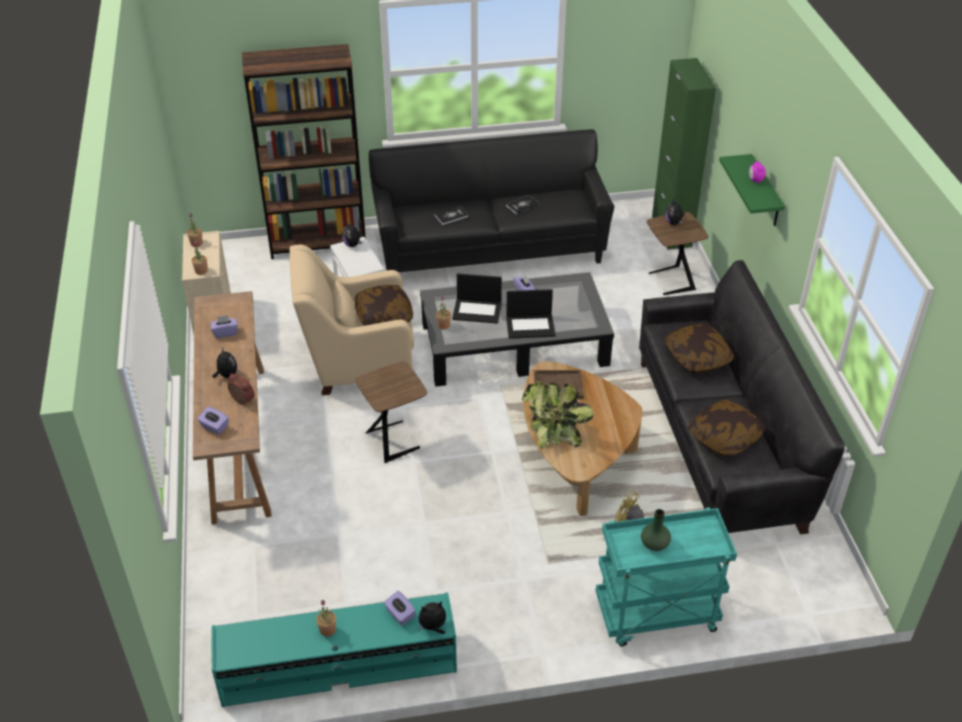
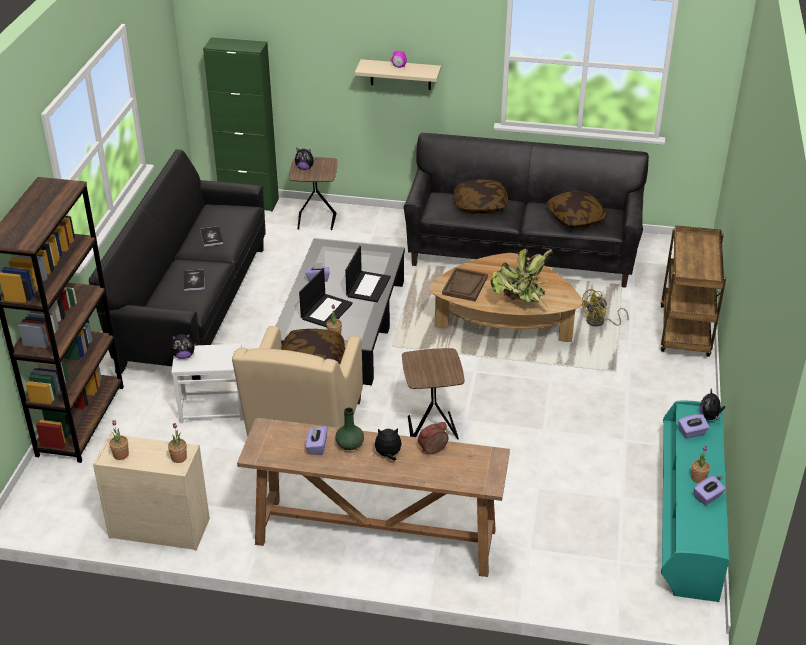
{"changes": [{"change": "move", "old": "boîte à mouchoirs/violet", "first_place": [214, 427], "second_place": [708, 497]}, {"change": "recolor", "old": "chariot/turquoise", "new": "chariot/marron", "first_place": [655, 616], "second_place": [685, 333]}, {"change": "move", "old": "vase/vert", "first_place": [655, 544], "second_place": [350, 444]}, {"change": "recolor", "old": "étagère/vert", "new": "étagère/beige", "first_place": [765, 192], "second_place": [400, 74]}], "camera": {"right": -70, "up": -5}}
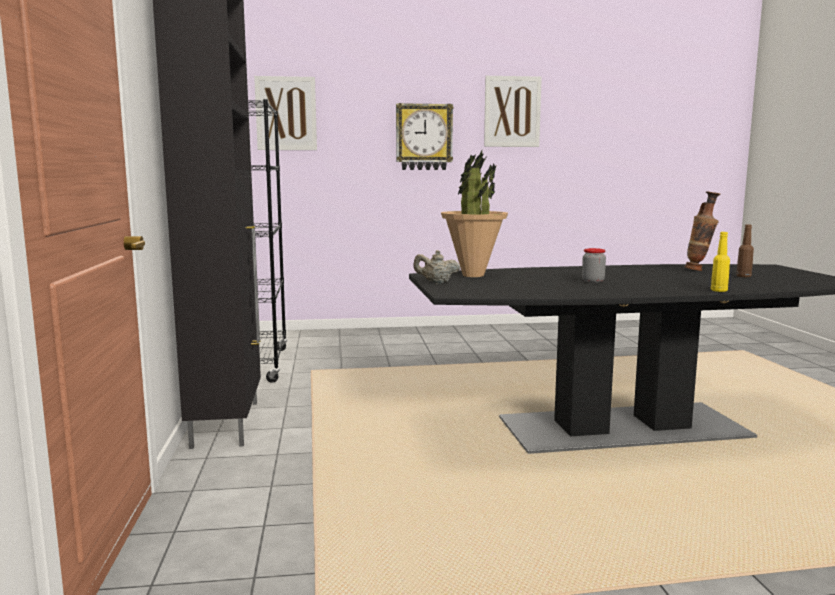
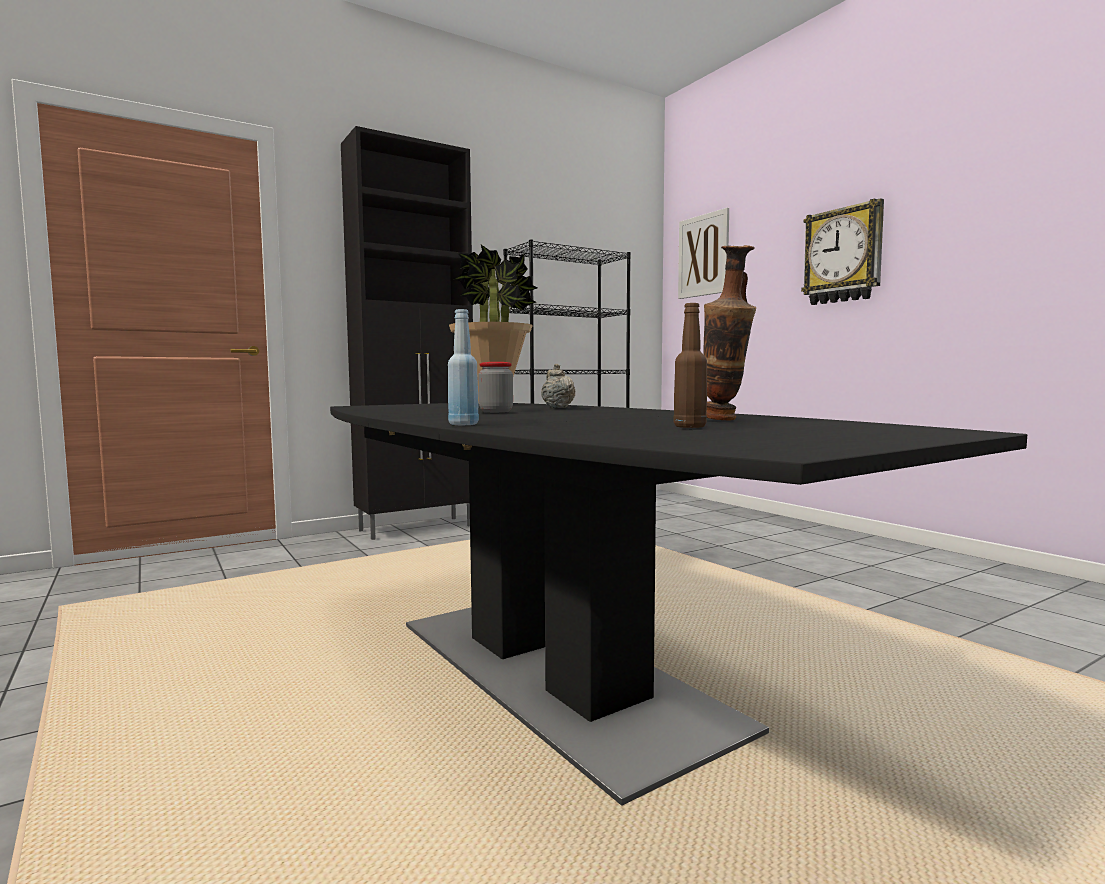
{"changes": [{"change": "move", "old": "théière/beige", "first_place": [436, 282], "second_place": [557, 407]}, {"change": "delete", "old": "tableau", "first_place": [512, 112]}, {"change": "recolor", "old": "bouteille/jaune", "new": "bouteille/bleu", "first_place": [719, 291], "second_place": [463, 424]}], "camera": {"right": 65, "up": -5}}
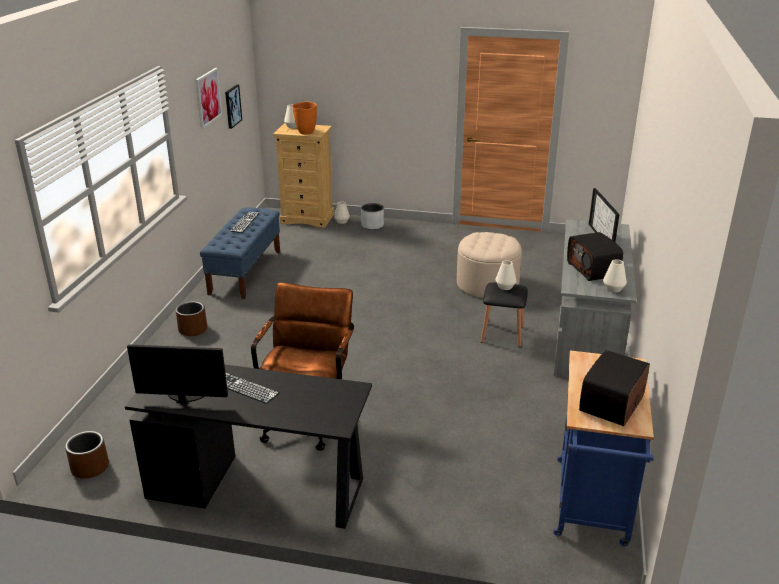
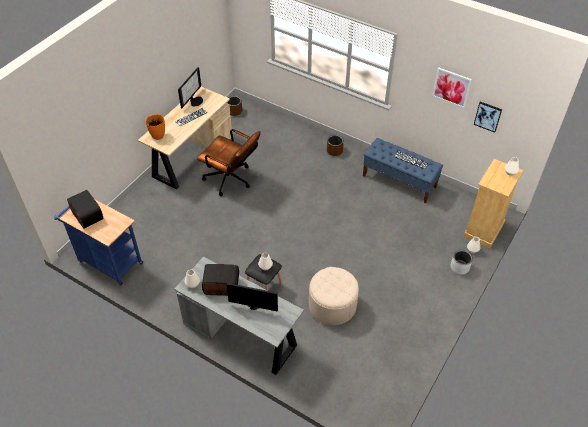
{"changes": [{"change": "recolor", "old": "bureau/noir", "new": "bureau/beige", "first_place": [260, 488], "second_place": [191, 157]}, {"change": "move", "old": "vase/orange", "first_place": [306, 132], "second_place": [158, 136]}], "camera": {"right": 110, "up": 20}}
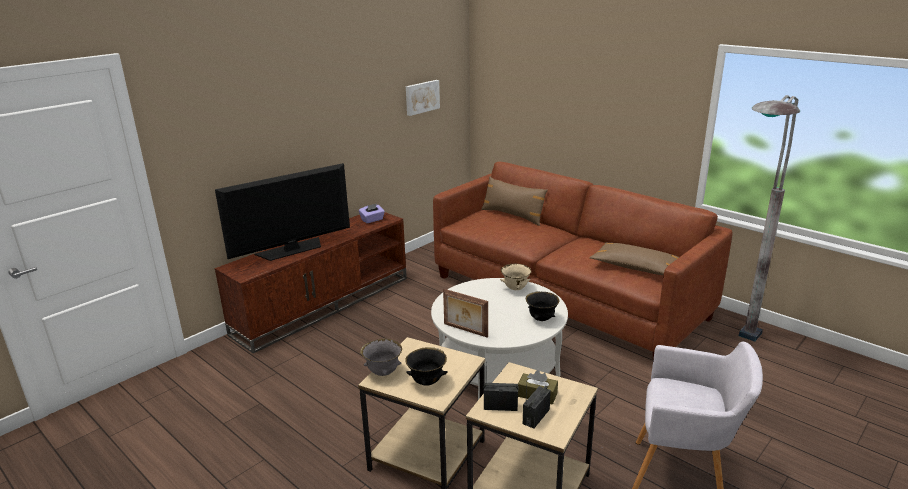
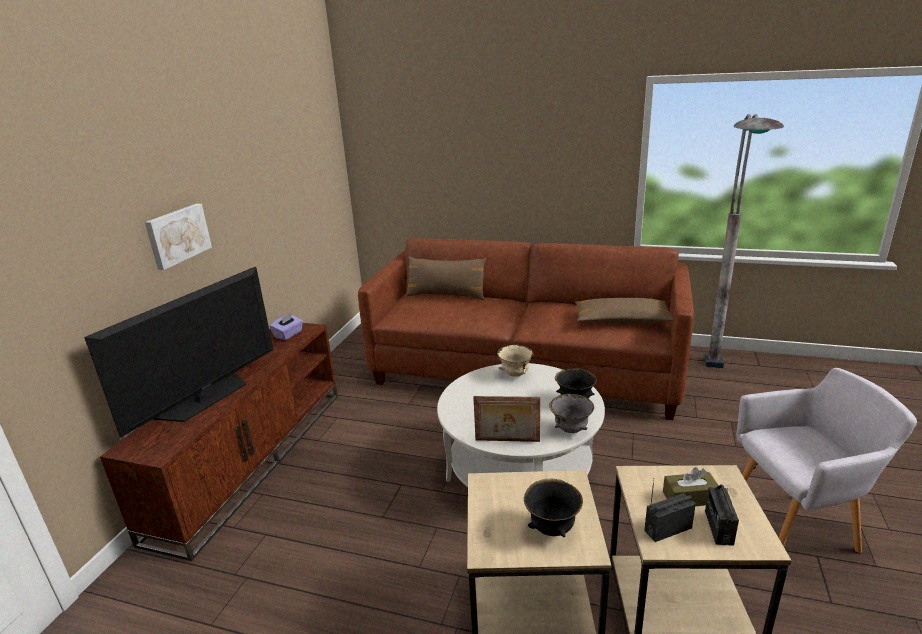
{"changes": [{"change": "move", "old": "bol/gris", "first_place": [383, 372], "second_place": [570, 429]}, {"change": "move", "old": "tableau", "first_place": [421, 97], "second_place": [177, 235]}], "camera": {"right": -25, "up": 0}}
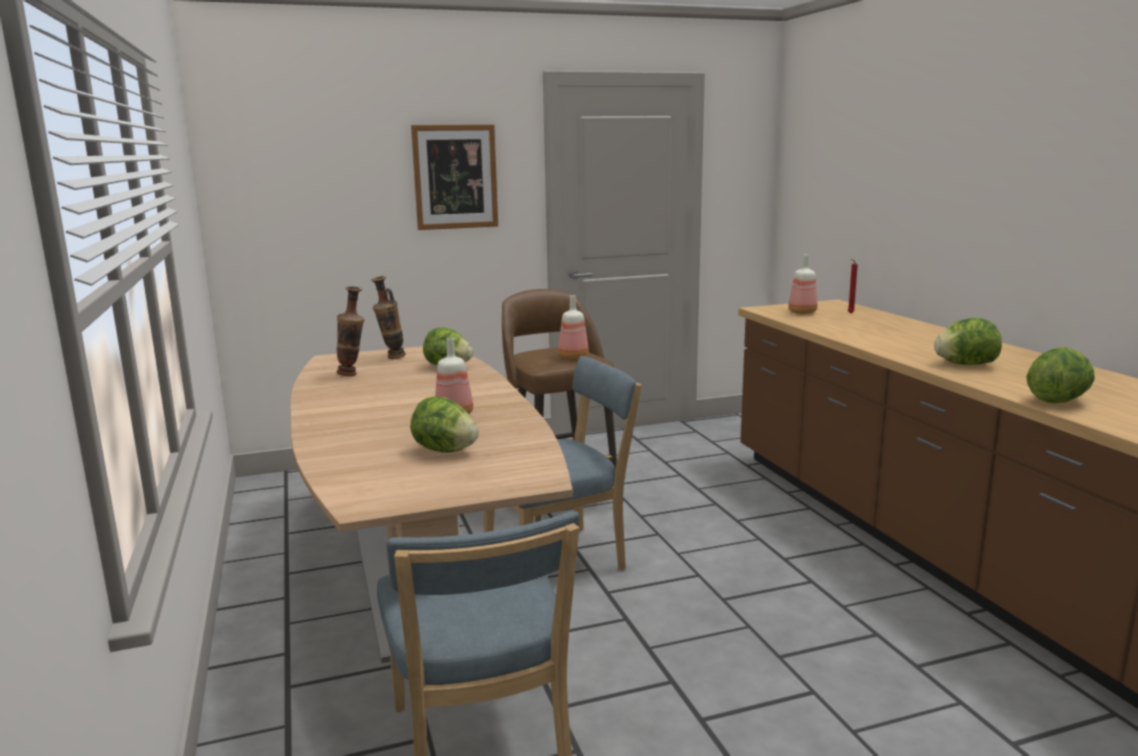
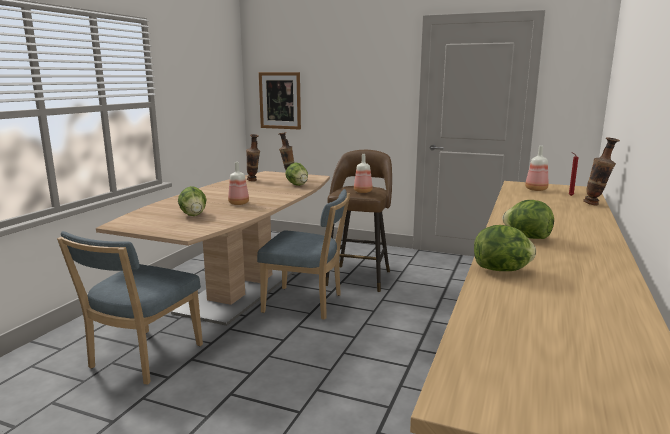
{"changes": [{"change": "move", "old": "tableau", "first_place": [455, 177], "second_place": [280, 100]}, {"change": "insert", "new": "vase", "second_place": [596, 205]}], "camera": {"right": 40, "up": 0}}
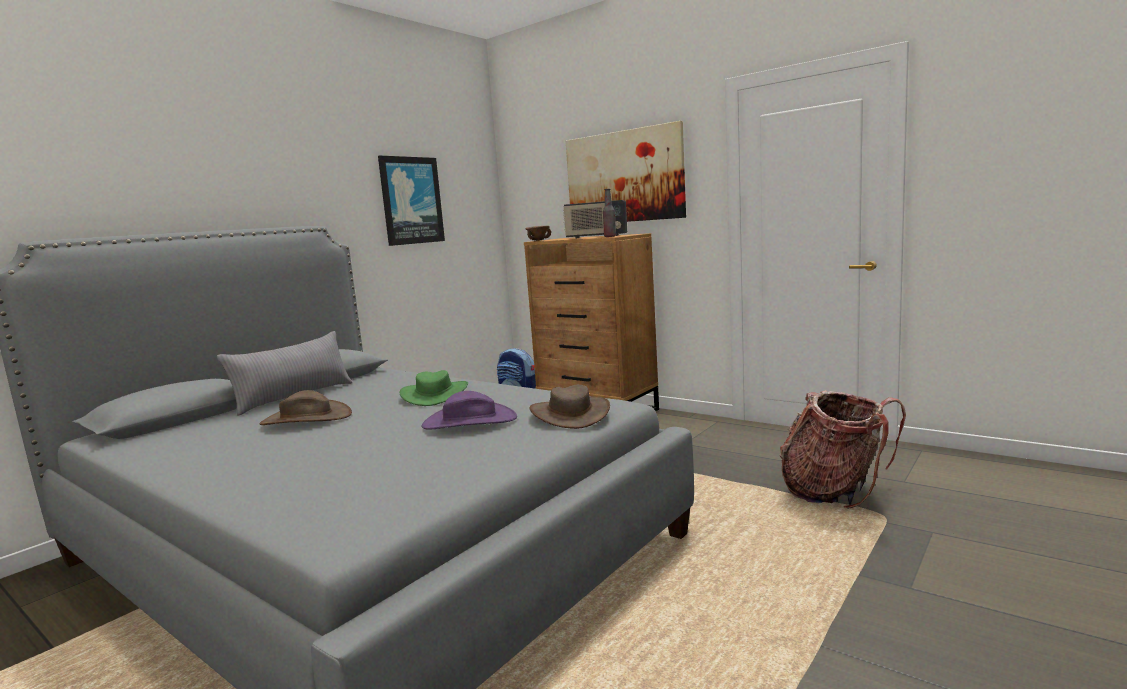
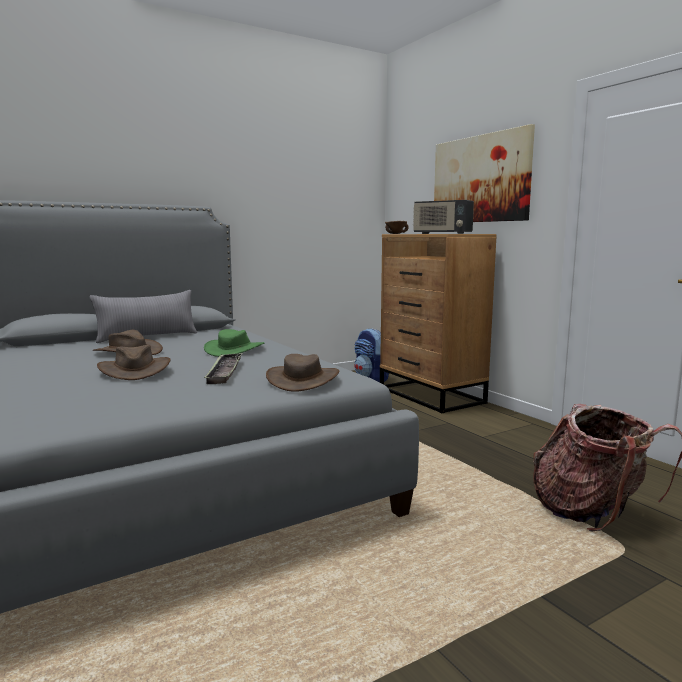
{"changes": [{"change": "delete", "old": "tableau", "first_place": [411, 200]}, {"change": "replace", "old": "chapeau/violet", "new": "plateau", "first_place": [469, 421], "second_place": [225, 372]}, {"change": "delete", "old": "bouteille", "first_place": [610, 236]}, {"change": "insert", "new": "chapeau/marron", "second_place": [134, 370]}], "camera": {"right": 20, "up": 0}}
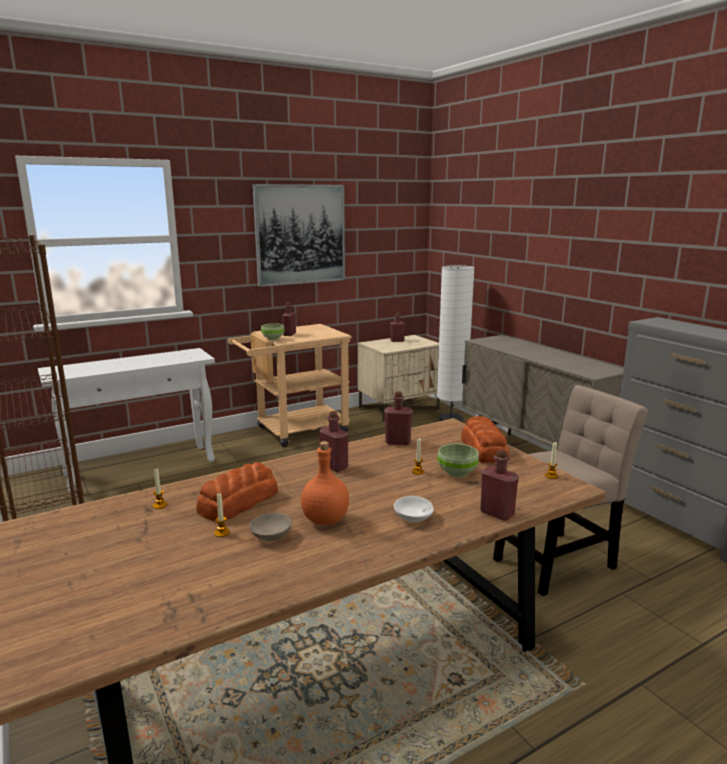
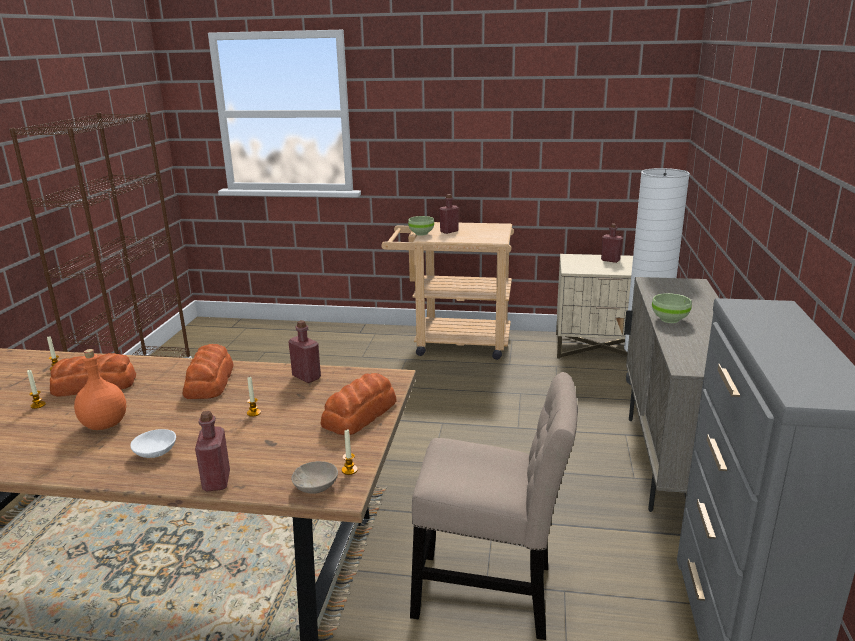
{"changes": [{"change": "delete", "old": "table console/blanc", "first_place": [142, 467]}, {"change": "move", "old": "bol/beige", "first_place": [272, 535], "second_place": [317, 487]}, {"change": "delete", "old": "tableau", "first_place": [300, 234]}, {"change": "replace", "old": "bouteille/rouge", "new": "pain", "first_place": [334, 466], "second_place": [210, 381]}, {"change": "move", "old": "bol/vert", "first_place": [457, 473], "second_place": [669, 320]}], "camera": {"right": 40, "up": 5}}
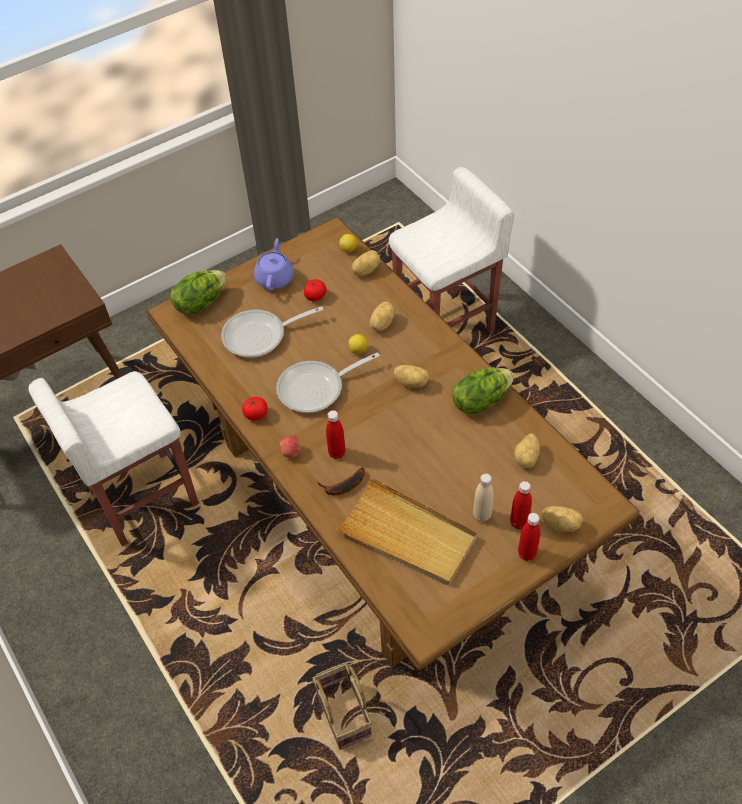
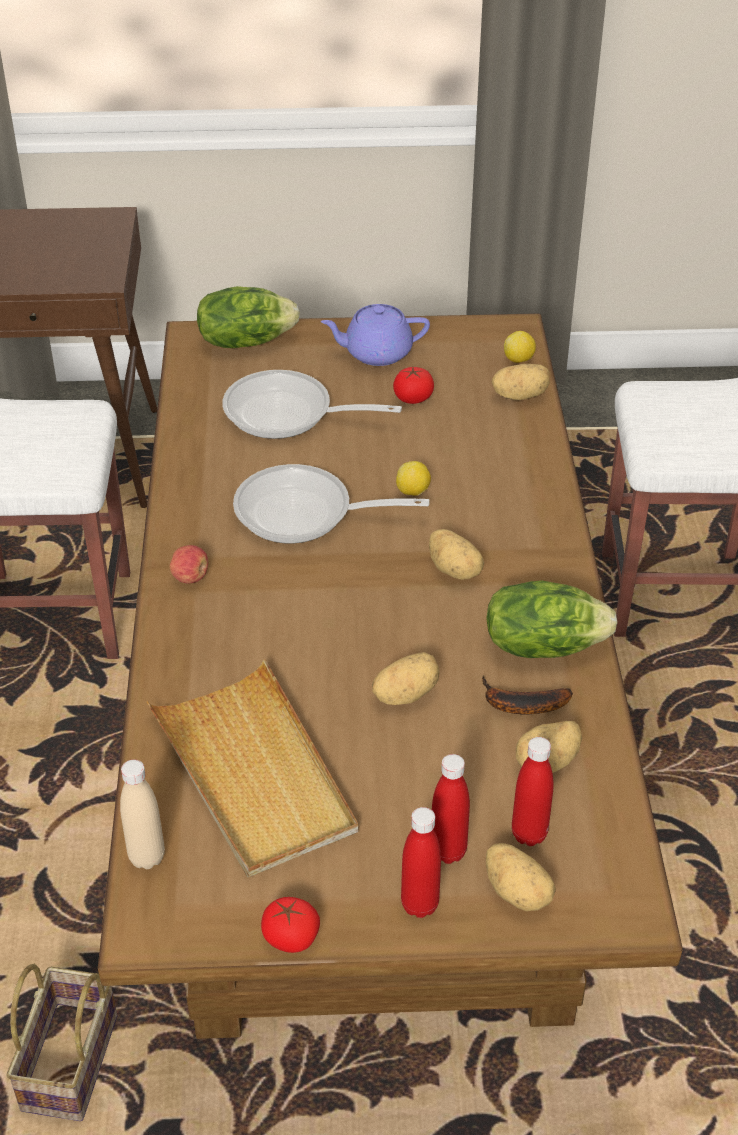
{"changes": [{"change": "move", "old": "tomate", "first_place": [256, 415], "second_place": [290, 938]}, {"change": "rotate", "old": "théière/violet", "first_place": [275, 278], "second_place": [376, 353], "degrees": -135}, {"change": "move", "old": "banane", "first_place": [342, 487], "second_place": [520, 705]}, {"change": "move", "old": "bouteille/rouge", "first_place": [337, 453], "second_place": [529, 834]}, {"change": "move", "old": "pomme de terre", "first_place": [381, 323], "second_place": [404, 693]}, {"change": "move", "old": "bouteille/beige", "first_place": [482, 515], "second_place": [147, 857]}], "camera": {"right": 30, "up": -10}}
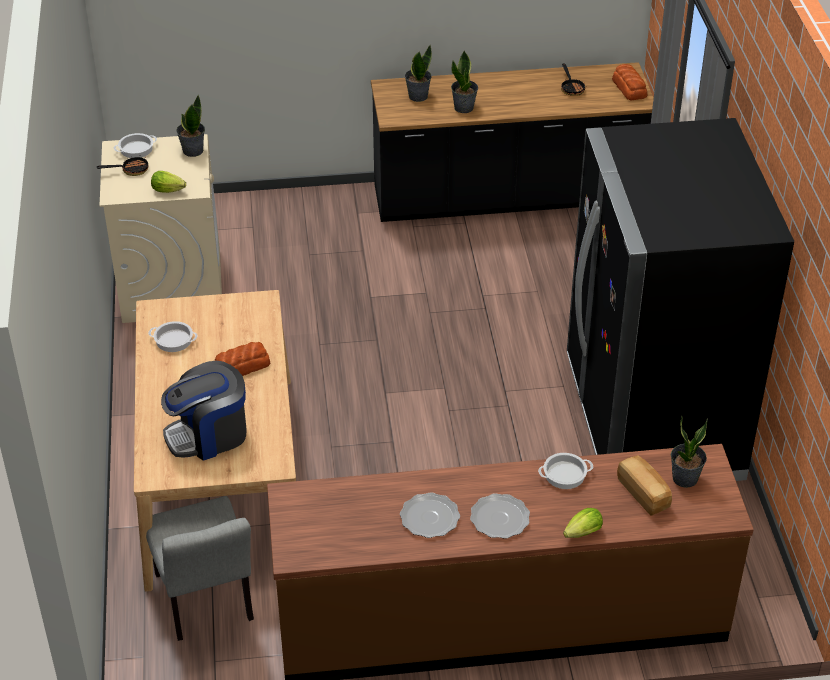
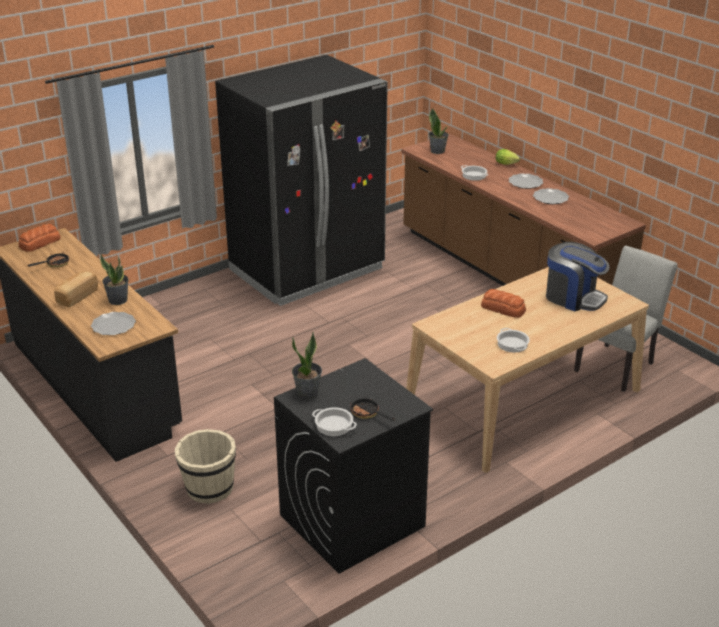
{"changes": [{"change": "recolor", "old": "lave-linge/beige", "new": "lave-linge/noir", "first_place": [171, 284], "second_place": [351, 521]}, {"change": "delete", "old": "laitue", "first_place": [170, 191]}, {"change": "replace", "old": "plante en pot", "new": "assiette", "first_place": [417, 96], "second_place": [113, 325]}, {"change": "move", "old": "pain", "first_place": [644, 493], "second_place": [76, 296]}, {"change": "insert", "new": "seau/beige", "second_place": [209, 488]}], "camera": {"right": -120, "up": -10}}
